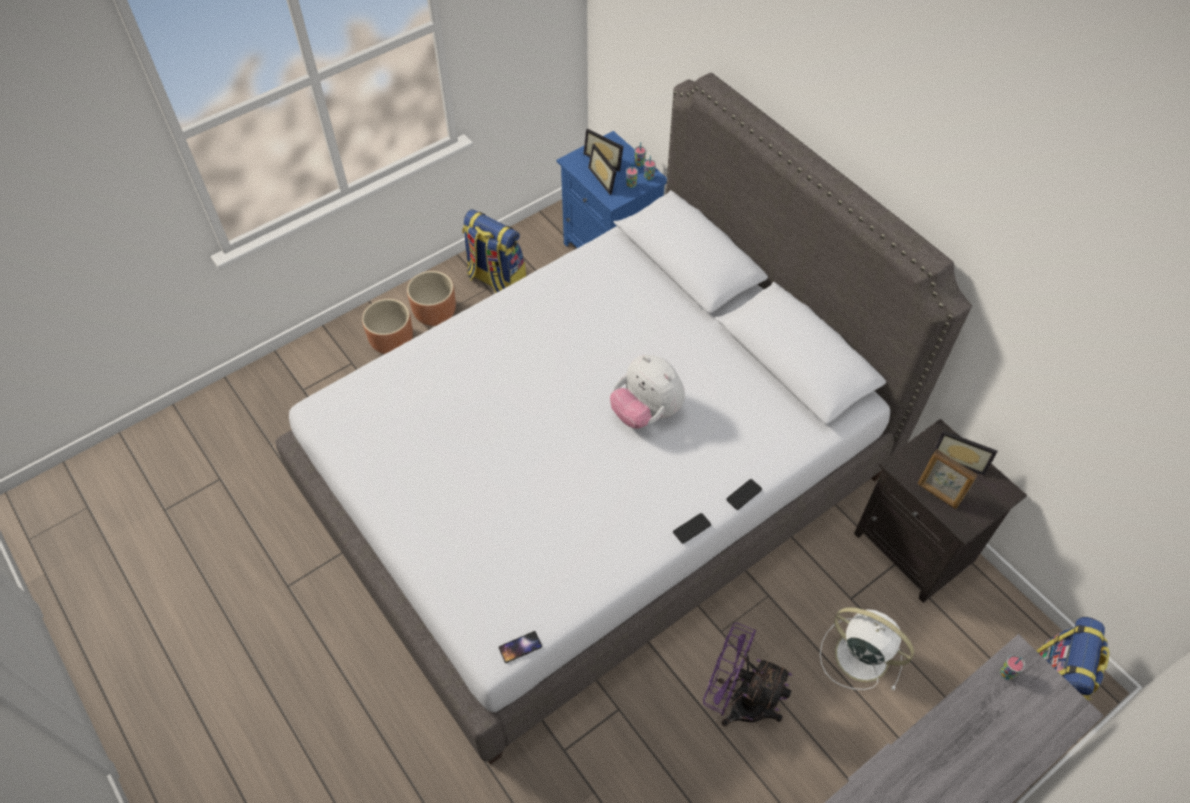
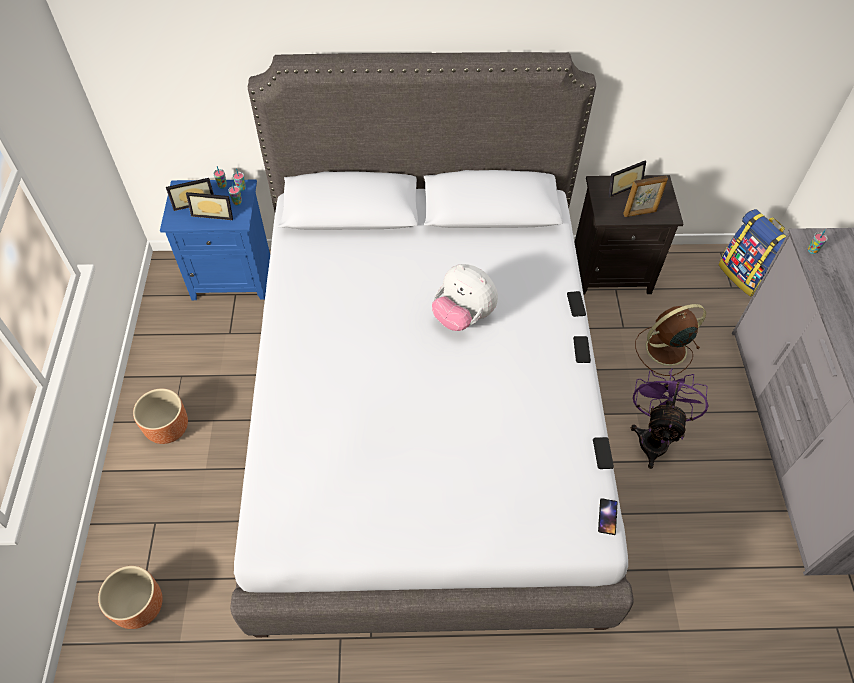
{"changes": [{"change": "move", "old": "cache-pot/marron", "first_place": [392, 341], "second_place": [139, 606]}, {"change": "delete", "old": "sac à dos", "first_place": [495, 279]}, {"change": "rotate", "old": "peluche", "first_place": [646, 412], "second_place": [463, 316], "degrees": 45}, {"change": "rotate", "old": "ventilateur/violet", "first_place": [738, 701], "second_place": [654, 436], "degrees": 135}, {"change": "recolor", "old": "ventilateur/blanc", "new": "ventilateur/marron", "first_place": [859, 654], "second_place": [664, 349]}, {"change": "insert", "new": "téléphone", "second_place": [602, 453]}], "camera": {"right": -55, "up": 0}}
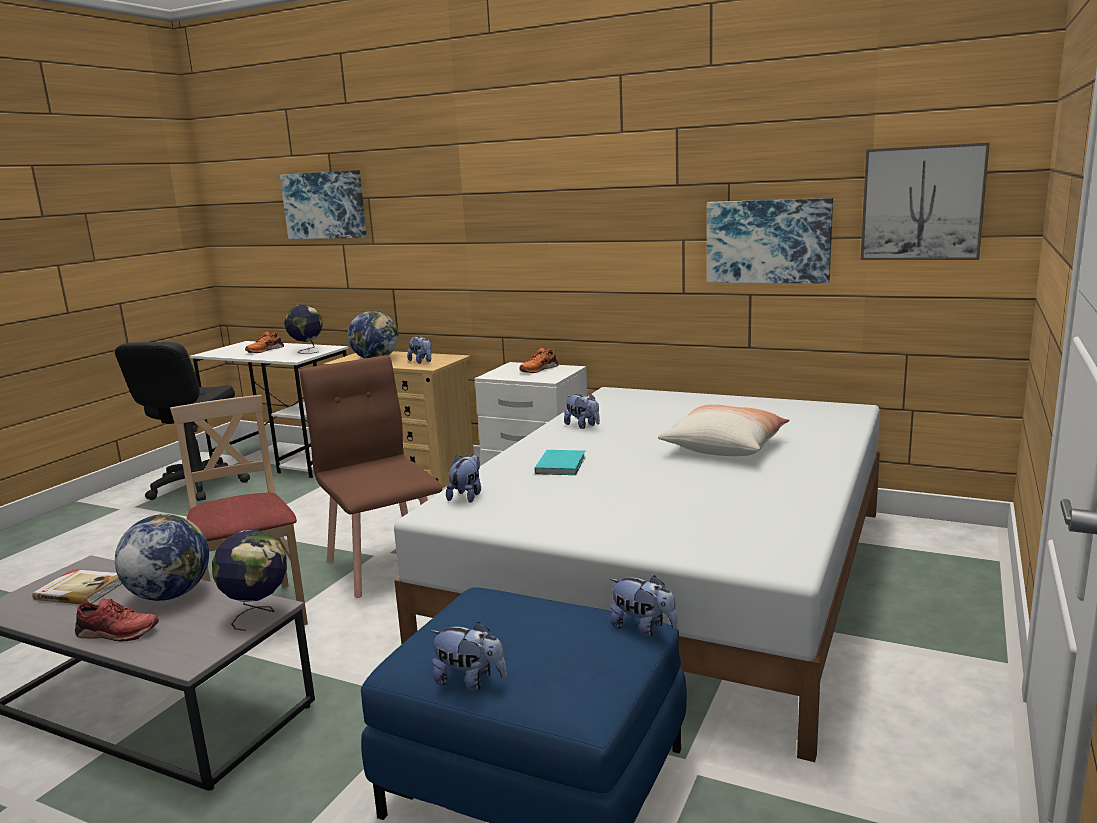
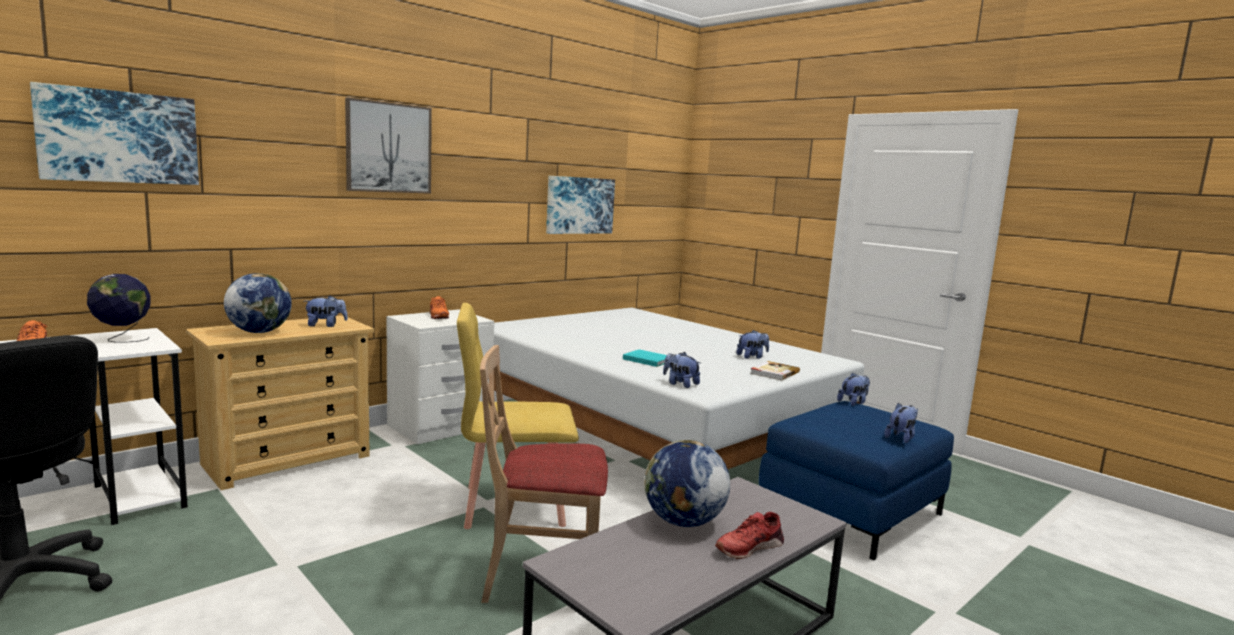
{"changes": [{"change": "move", "old": "livre", "first_place": [81, 590], "second_place": [774, 373]}, {"change": "rotate", "old": "chaussure/rouge", "first_place": [116, 632], "second_place": [748, 547], "degrees": -150}, {"change": "delete", "old": "globe", "first_place": [258, 614]}, {"change": "recolor", "old": "chaise/marron", "new": "chaise/jaune", "first_place": [386, 565], "second_place": [513, 505]}, {"change": "move", "old": "peluche", "first_place": [583, 426], "second_place": [752, 357]}, {"change": "delete", "old": "coussin", "first_place": [724, 447]}, {"change": "move", "old": "tableau", "first_place": [922, 203], "second_place": [388, 148]}], "camera": {"right": -70, "up": -5}}
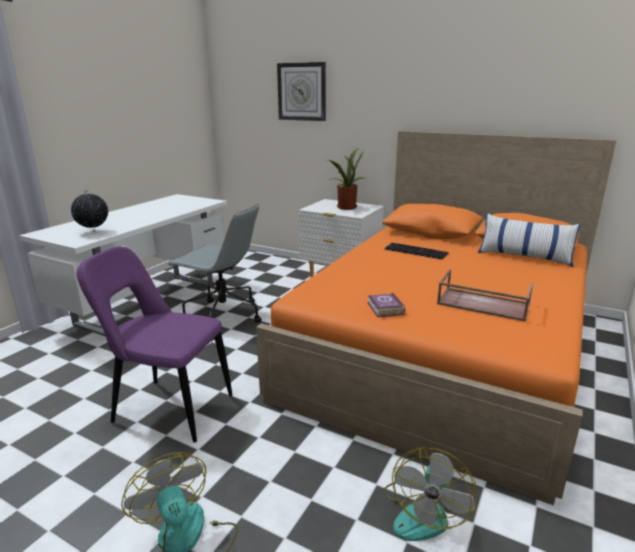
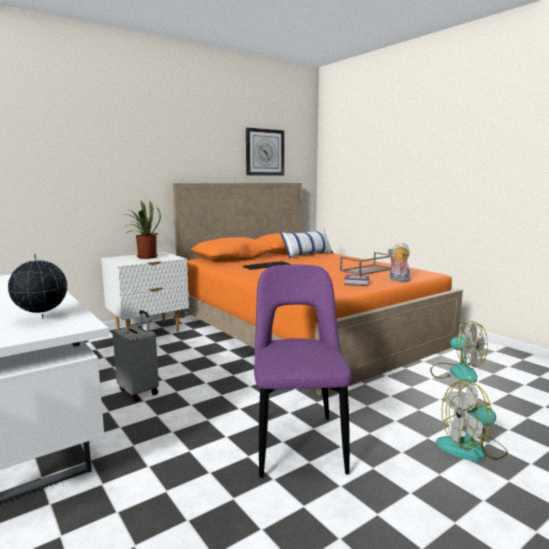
{"changes": [{"change": "rotate", "old": "chaise/violet", "first_place": [168, 408], "second_place": [298, 441], "degrees": 135}, {"change": "replace", "old": "chaise de bureau/gris", "new": "valise/gris", "first_place": [222, 315], "second_place": [139, 391]}, {"change": "move", "old": "horloge murale", "first_place": [302, 92], "second_place": [264, 152]}, {"change": "insert", "new": "peluche", "second_place": [398, 280]}], "camera": {"right": -65, "up": -10}}
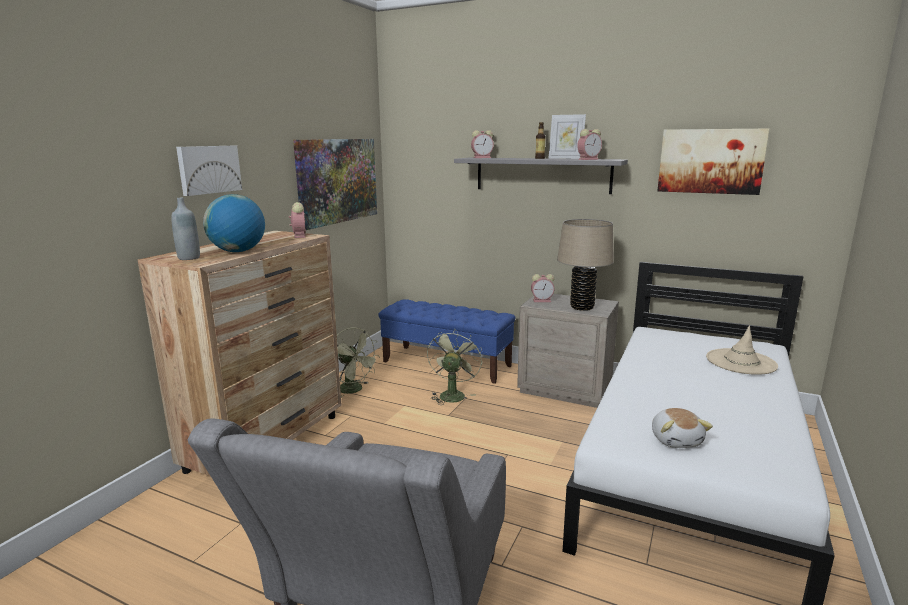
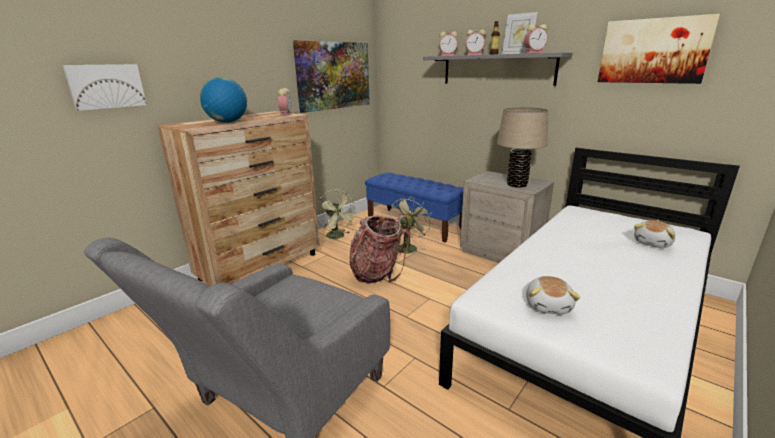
{"changes": [{"change": "delete", "old": "bouteille/gris", "first_place": [189, 258]}, {"change": "move", "old": "tableau", "first_place": [208, 169], "second_place": [106, 86]}, {"change": "move", "old": "réveil", "first_place": [542, 300], "second_place": [475, 55]}, {"change": "replace", "old": "chapeau/beige", "new": "peluche", "first_place": [741, 362], "second_place": [653, 243]}, {"change": "insert", "new": "sac à dos", "second_place": [378, 273]}], "camera": {"right": 15, "up": 5}}
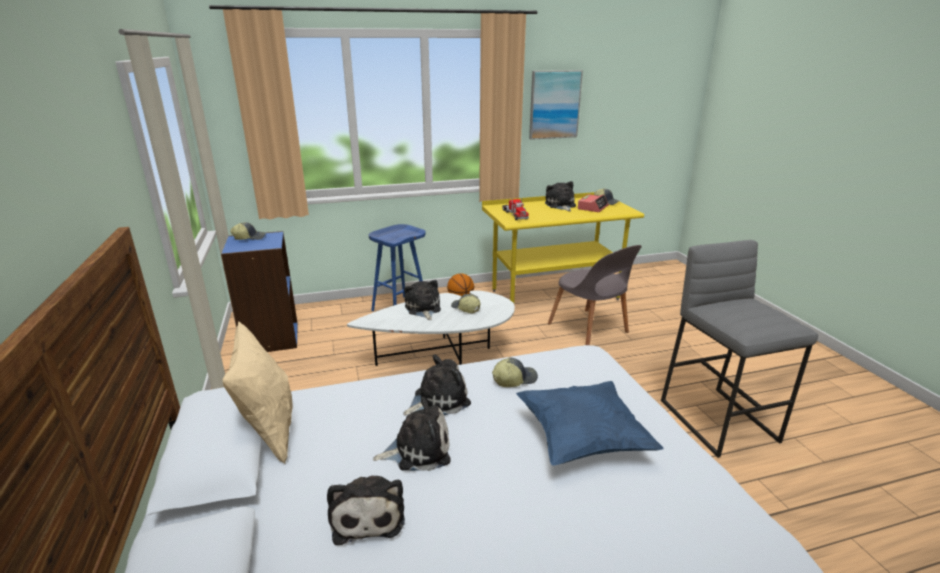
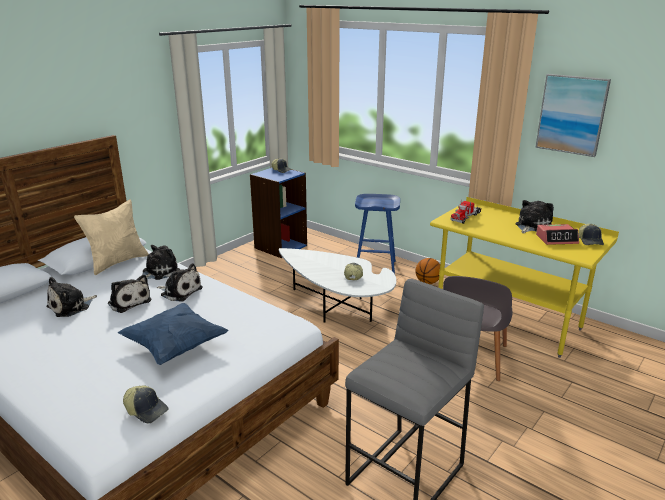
{"changes": [{"change": "move", "old": "peluche", "first_place": [423, 309], "second_place": [159, 272]}, {"change": "move", "old": "casquette", "first_place": [514, 379], "second_place": [146, 410]}], "camera": {"right": 55, "up": 0}}
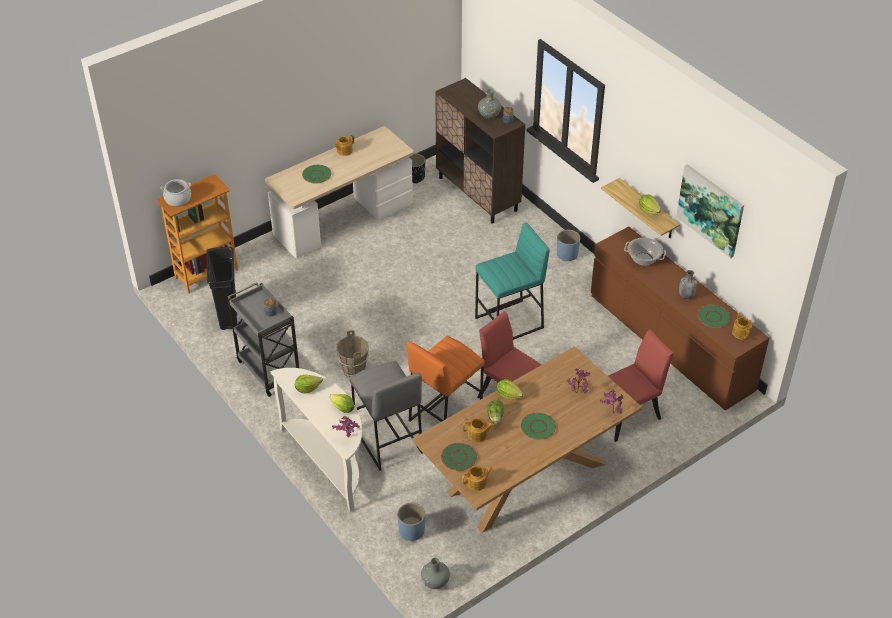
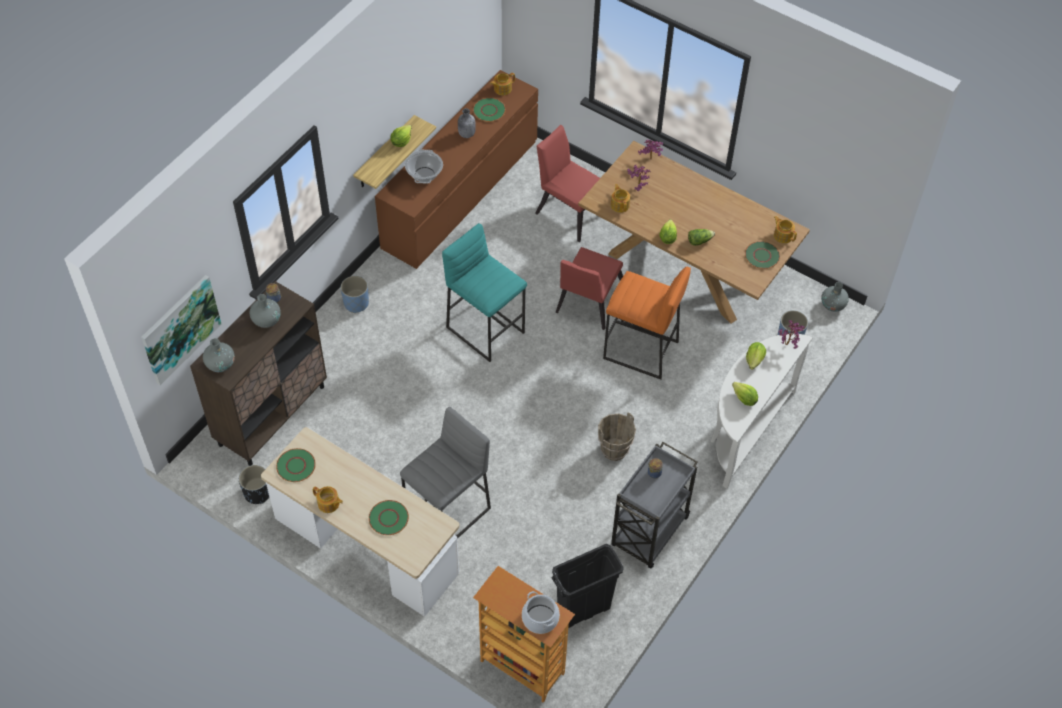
{"changes": [{"change": "move", "old": "tabouret/gris", "first_place": [387, 441], "second_place": [448, 513]}, {"change": "move", "old": "théière", "first_place": [478, 435], "second_place": [620, 205]}, {"change": "move", "old": "assiette/vert", "first_place": [538, 427], "second_place": [296, 466]}, {"change": "move", "old": "tableau", "first_place": [711, 210], "second_place": [180, 328]}, {"change": "insert", "new": "vase/gris", "second_place": [220, 364]}], "camera": {"right": -110, "up": 10}}
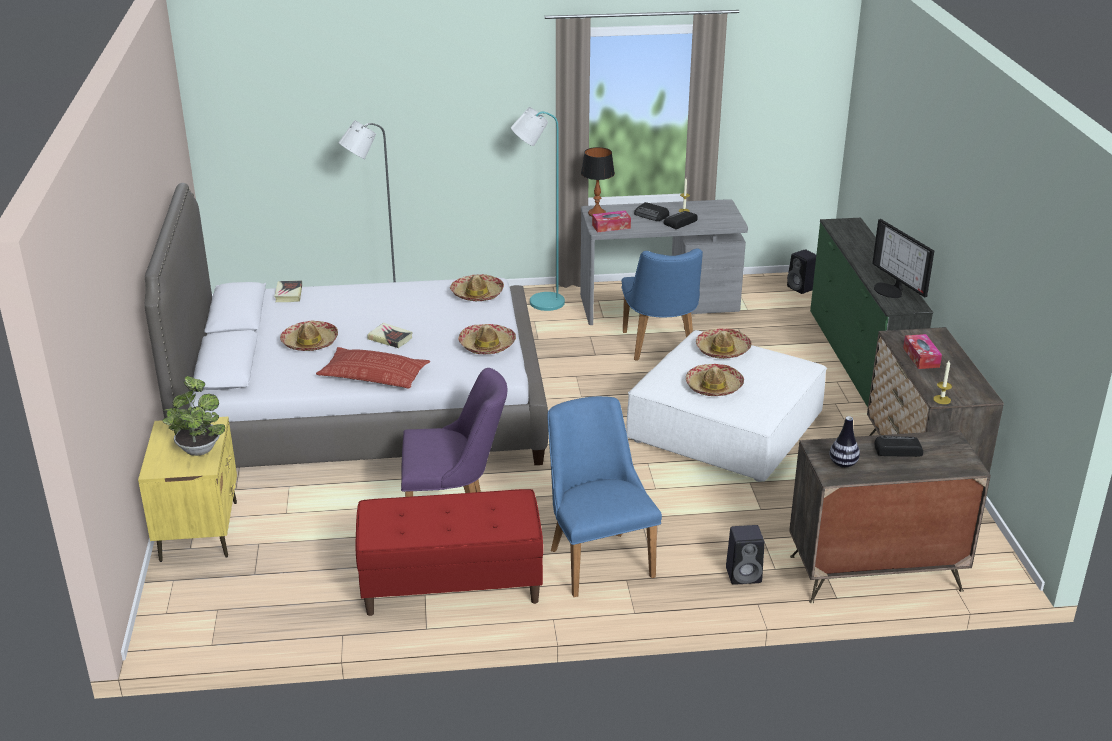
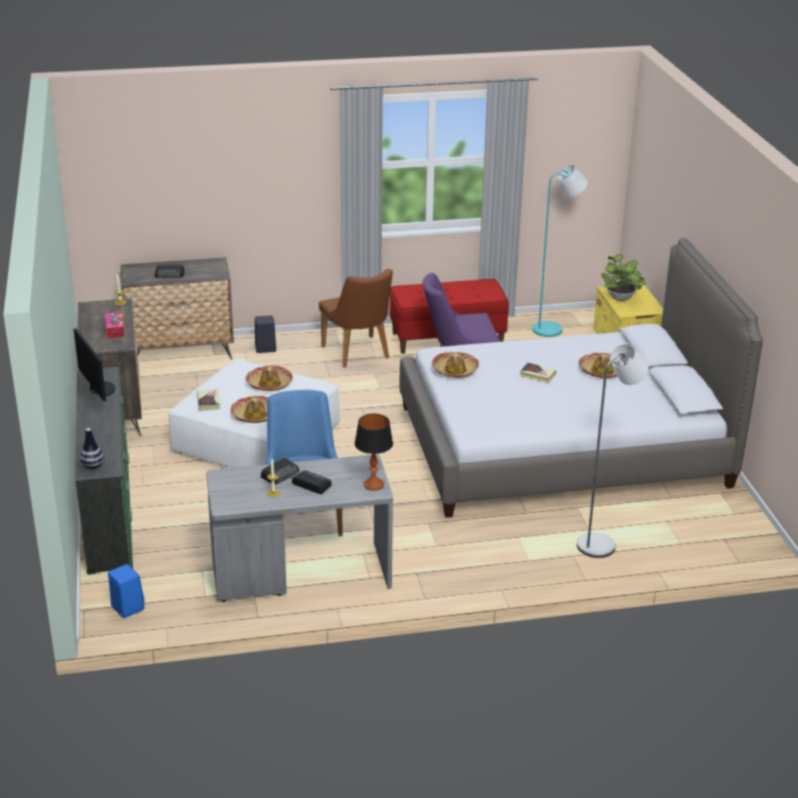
{"changes": [{"change": "move", "old": "livre", "first_place": [289, 294], "second_place": [208, 402]}, {"change": "delete", "old": "coussin", "first_place": [373, 375]}, {"change": "delete", "old": "chapeau", "first_place": [477, 294]}, {"change": "move", "old": "lampadaire/turquoise", "first_place": [540, 303], "second_place": [553, 329]}, {"change": "recolor", "old": "chaise/bleu", "new": "chaise/marron", "first_place": [596, 557], "second_place": [359, 354]}, {"change": "delete", "old": "boîte à mouchoirs", "first_place": [611, 226]}, {"change": "recolor", "old": "enceinte/noir", "new": "enceinte/bleu", "first_place": [802, 288], "second_place": [127, 607]}, {"change": "move", "old": "vase", "first_place": [843, 464], "second_place": [92, 466]}], "camera": {"right": 175, "up": 0}}
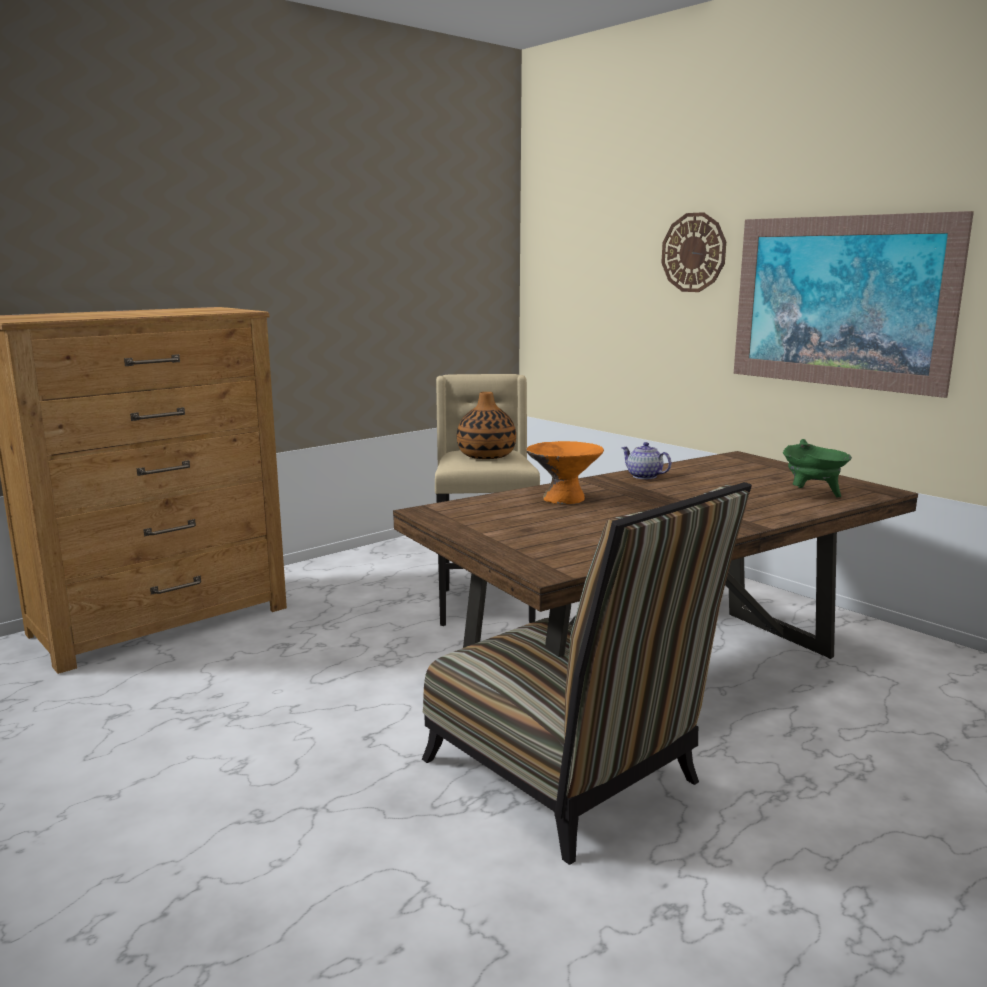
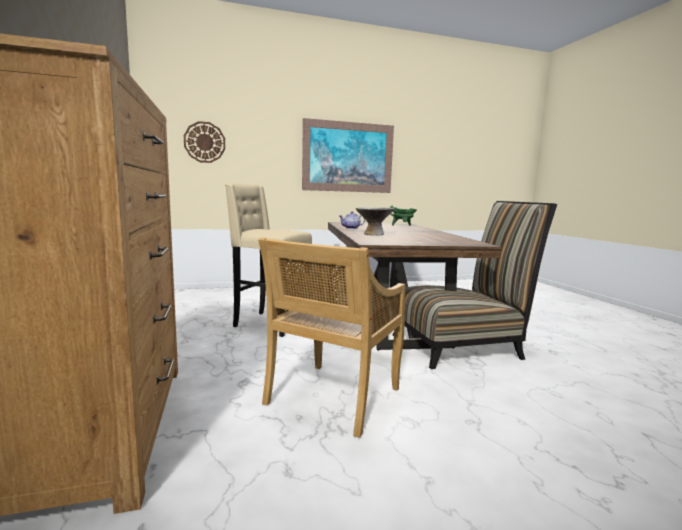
{"changes": [{"change": "delete", "old": "vase", "first_place": [486, 456]}, {"change": "recolor", "old": "bol/orange", "new": "bol/gris", "first_place": [564, 499], "second_place": [374, 234]}, {"change": "move", "old": "horloge murale", "first_place": [693, 252], "second_place": [204, 142]}, {"change": "insert", "new": "chaise/beige", "second_place": [332, 398]}], "camera": {"right": -65, "up": -5}}
